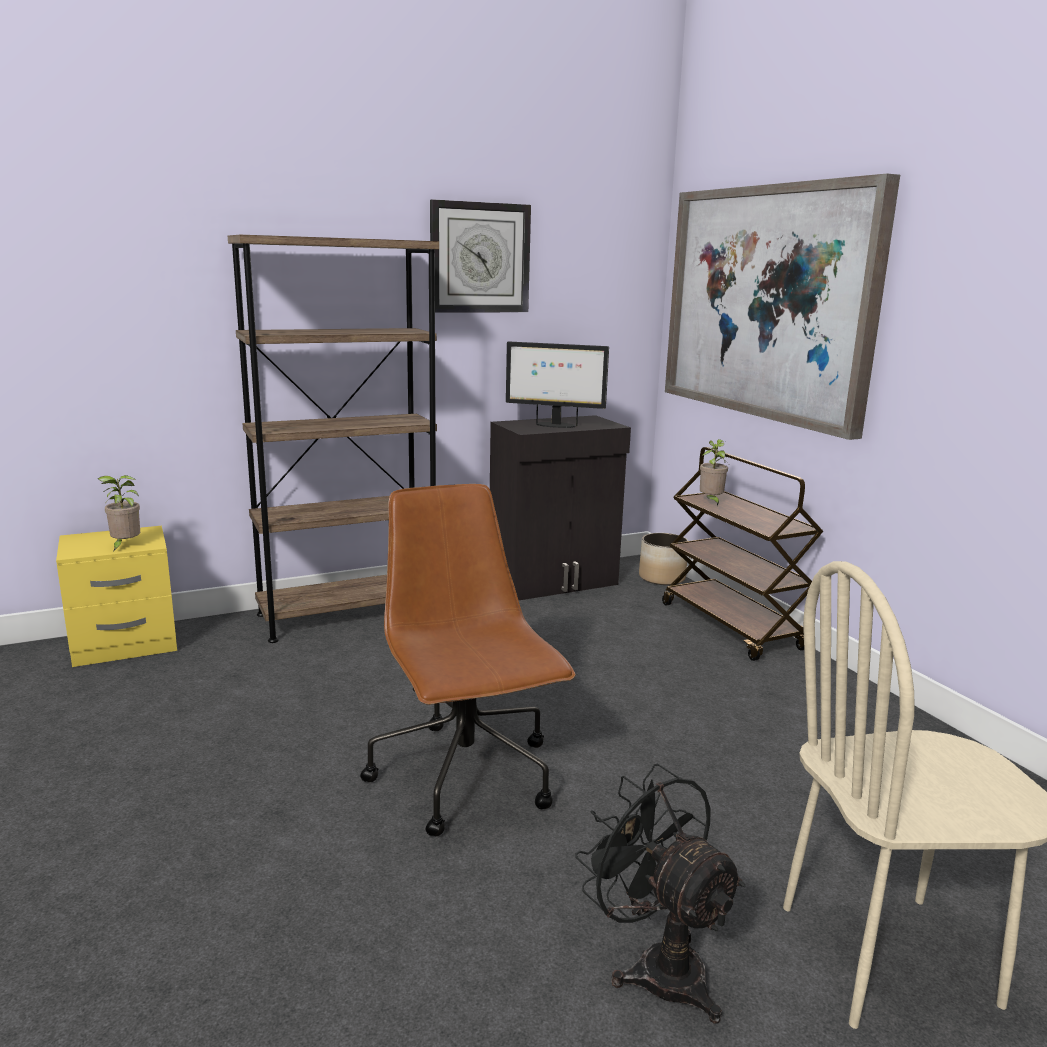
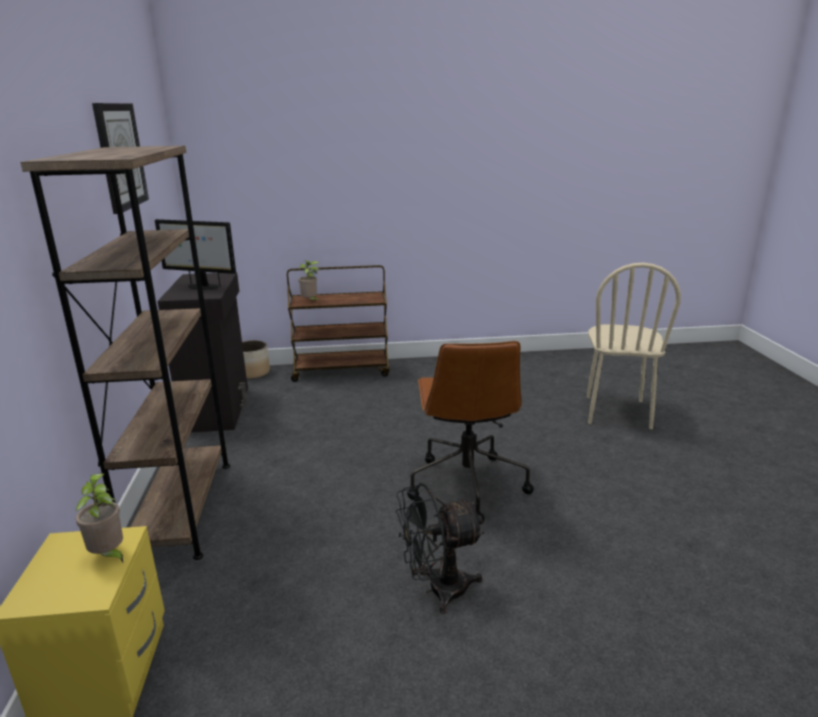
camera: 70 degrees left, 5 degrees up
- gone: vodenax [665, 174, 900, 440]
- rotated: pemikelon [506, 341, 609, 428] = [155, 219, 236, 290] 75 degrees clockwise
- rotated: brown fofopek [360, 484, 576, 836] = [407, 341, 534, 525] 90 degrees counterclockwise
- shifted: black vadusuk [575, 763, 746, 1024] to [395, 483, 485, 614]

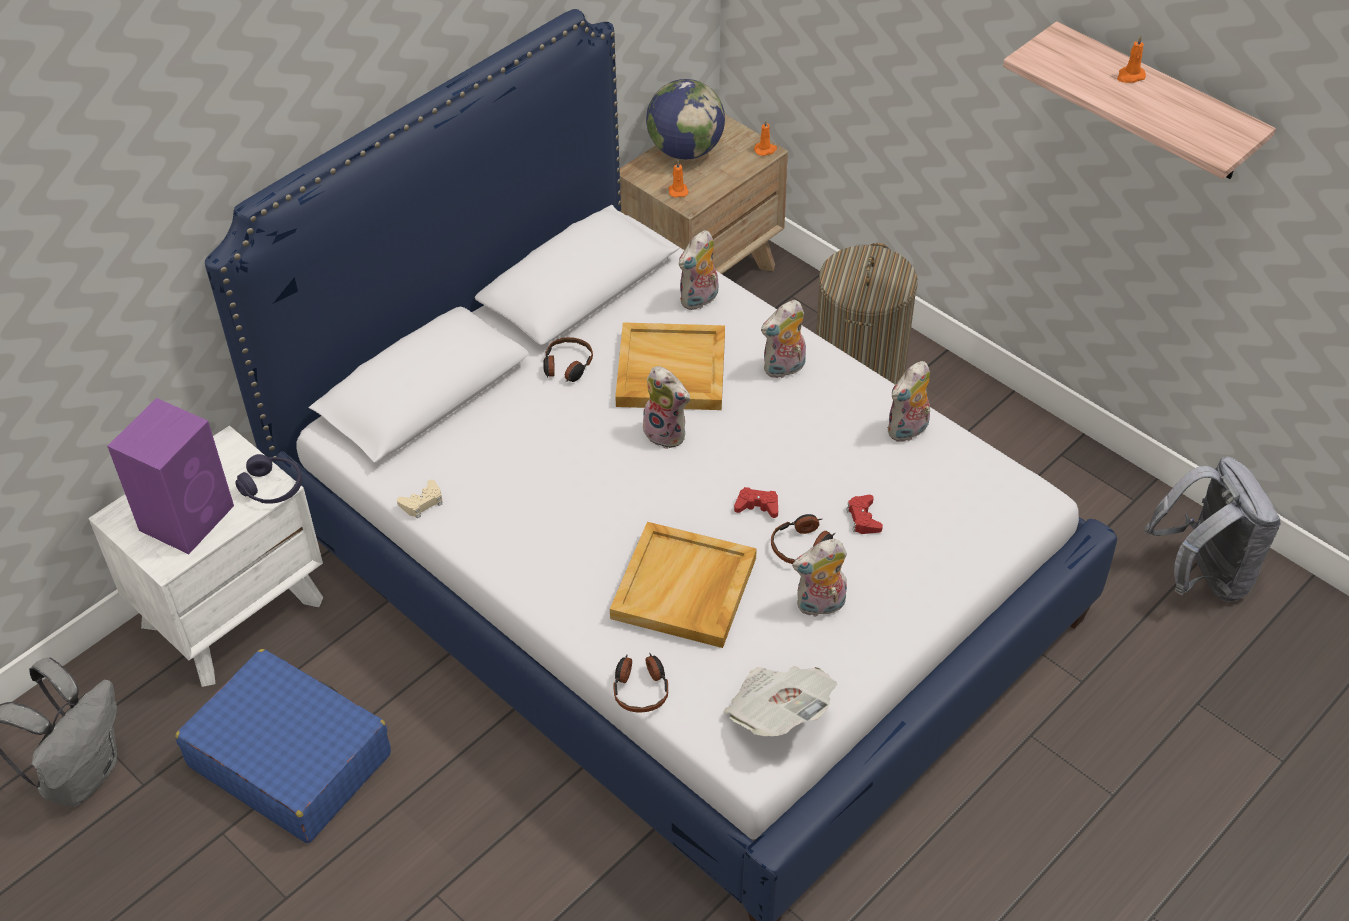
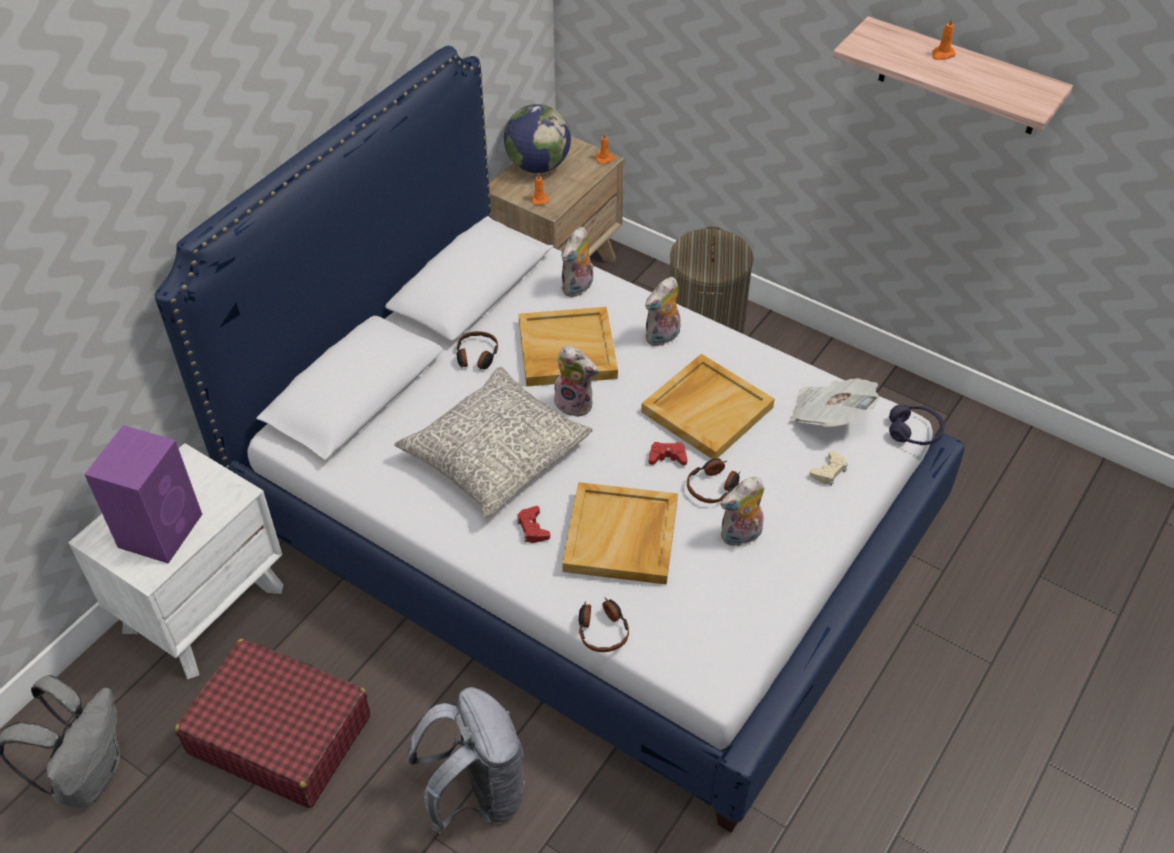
camera: 10 degrees left, 0 degrees up
- gone: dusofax [887, 361, 930, 442]
- shifted: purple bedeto [235, 454, 302, 504] to [889, 405, 945, 445]
- shifted: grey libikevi [1145, 456, 1281, 602] to [408, 687, 525, 834]
- shifted: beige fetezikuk [397, 480, 442, 518] to [809, 450, 848, 486]
- shifted: red fetezikuk [846, 495, 883, 534] to [517, 506, 550, 543]
- repainted: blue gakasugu [175, 649, 391, 843] to red gakasugu [175, 639, 370, 808]
- shifted: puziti [723, 666, 837, 736] to [790, 378, 879, 427]
- new: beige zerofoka [641, 354, 775, 459]
- new: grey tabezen [394, 367, 593, 518]

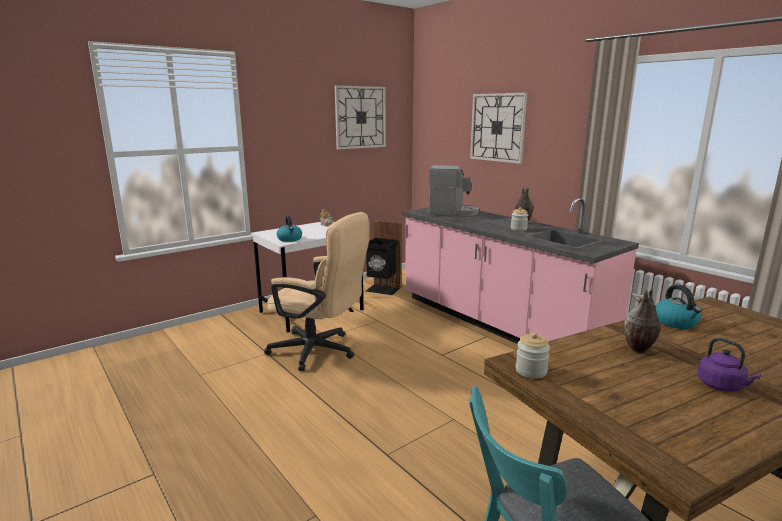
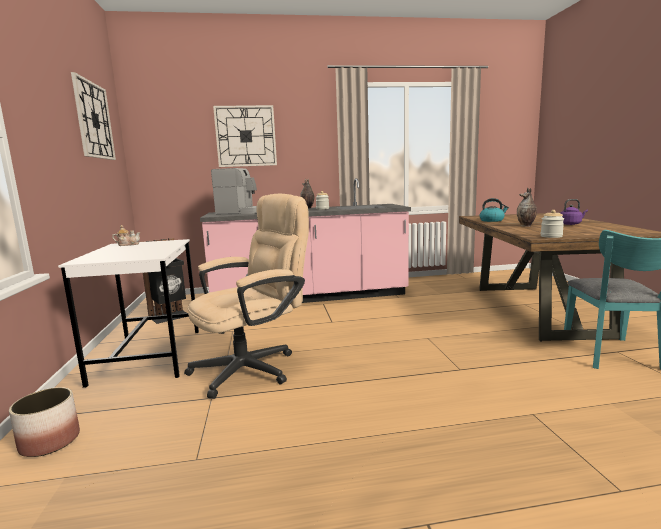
camera: 60 degrees left, 5 degrees down
- rotated: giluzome [429, 165, 479, 216] = [211, 168, 257, 214] 60 degrees clockwise
- gone: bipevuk [277, 216, 302, 242]
- new: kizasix [9, 387, 80, 457]

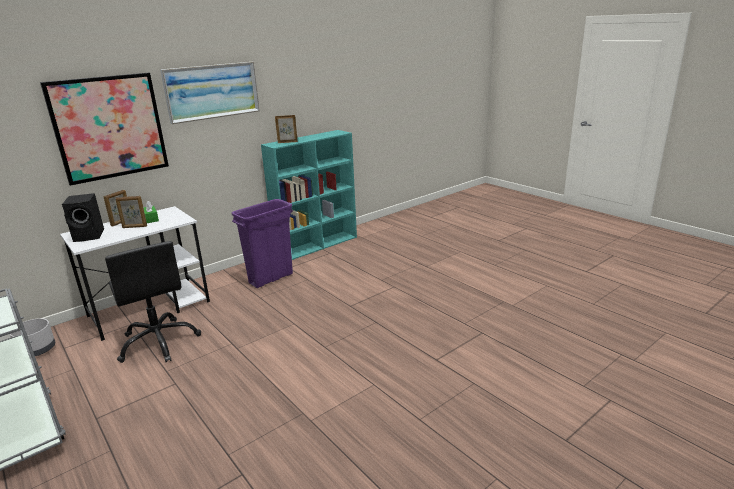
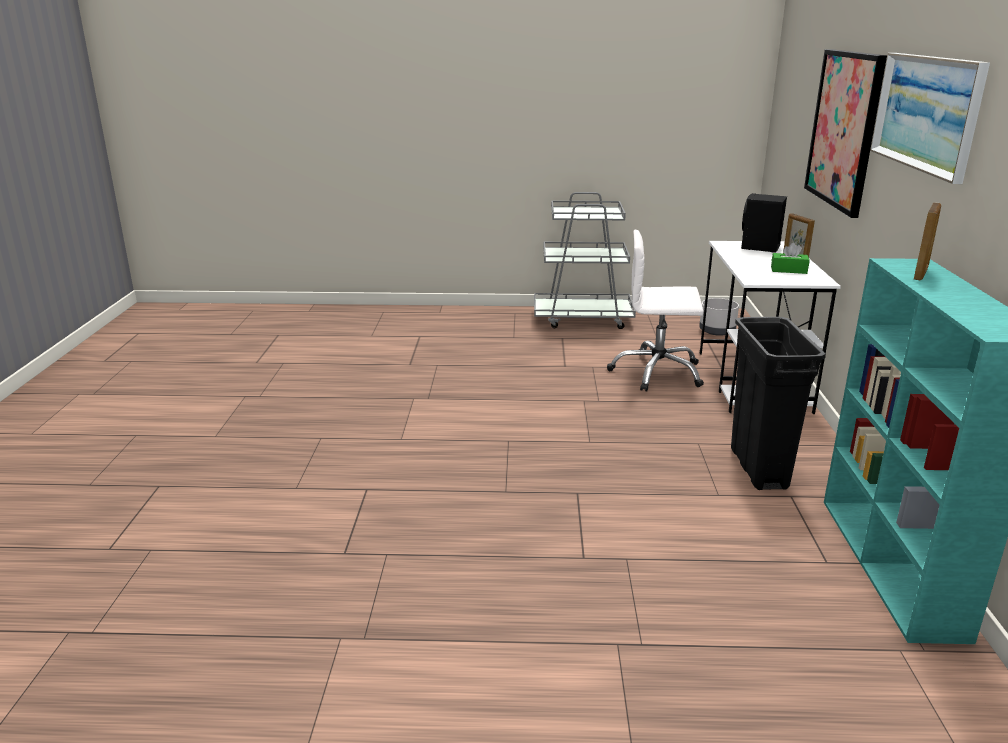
camera: 130 degrees right, 0 degrees up
- gone: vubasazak [115, 196, 147, 228]
- repainted: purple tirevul [232, 199, 293, 288] to black tirevul [731, 317, 826, 490]
- repainted: black fofopek [105, 241, 201, 363] to white fofopek [607, 230, 704, 392]

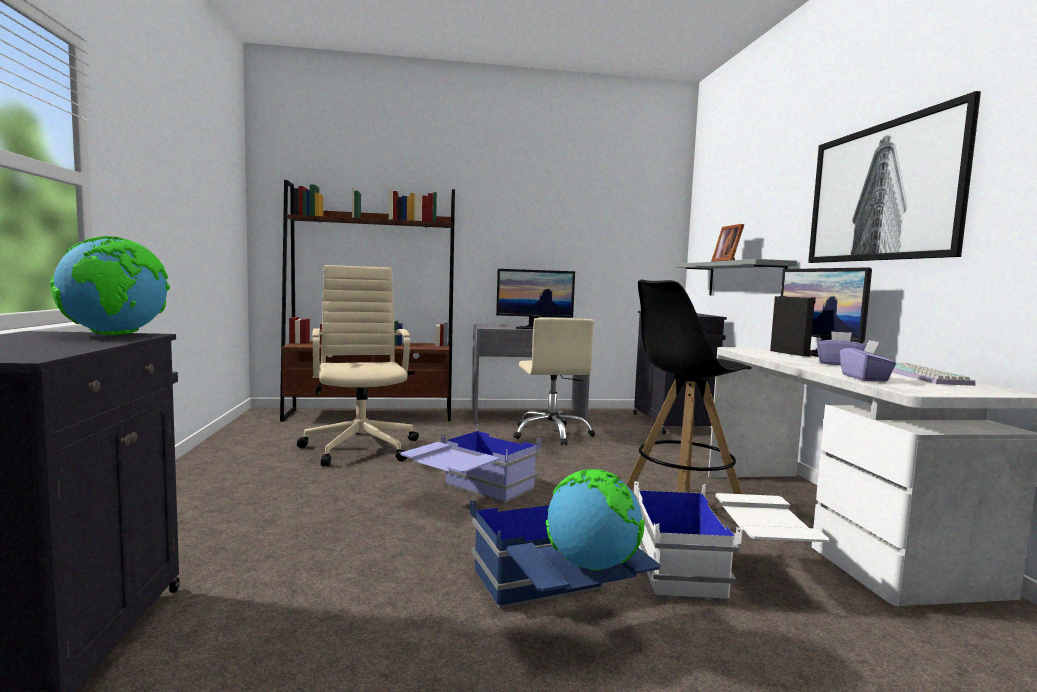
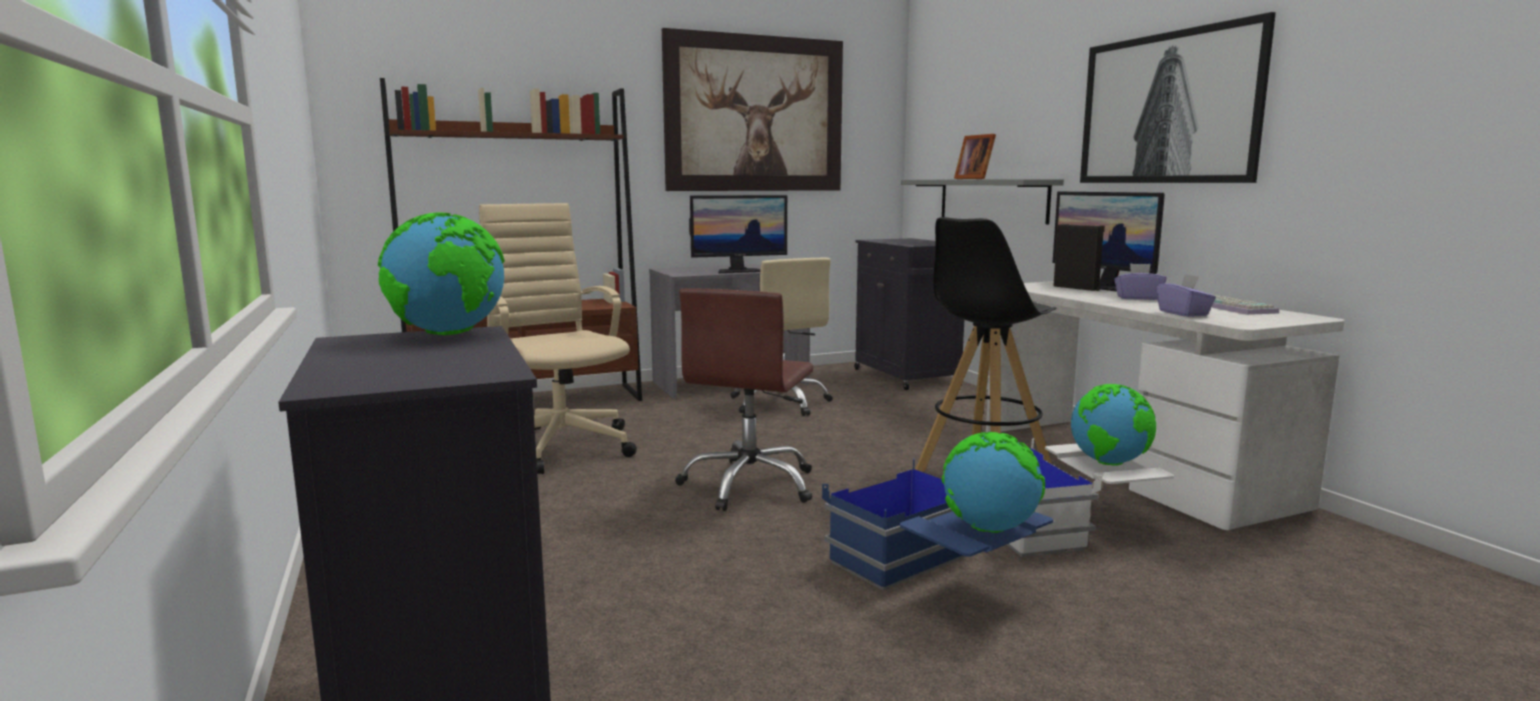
camera: 15 degrees left, 5 degrees up
- swapped: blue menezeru [400, 424, 541, 503] to brown fofopek [675, 288, 814, 511]
- new: vodenax [662, 28, 843, 191]
- new: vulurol [1071, 384, 1156, 466]

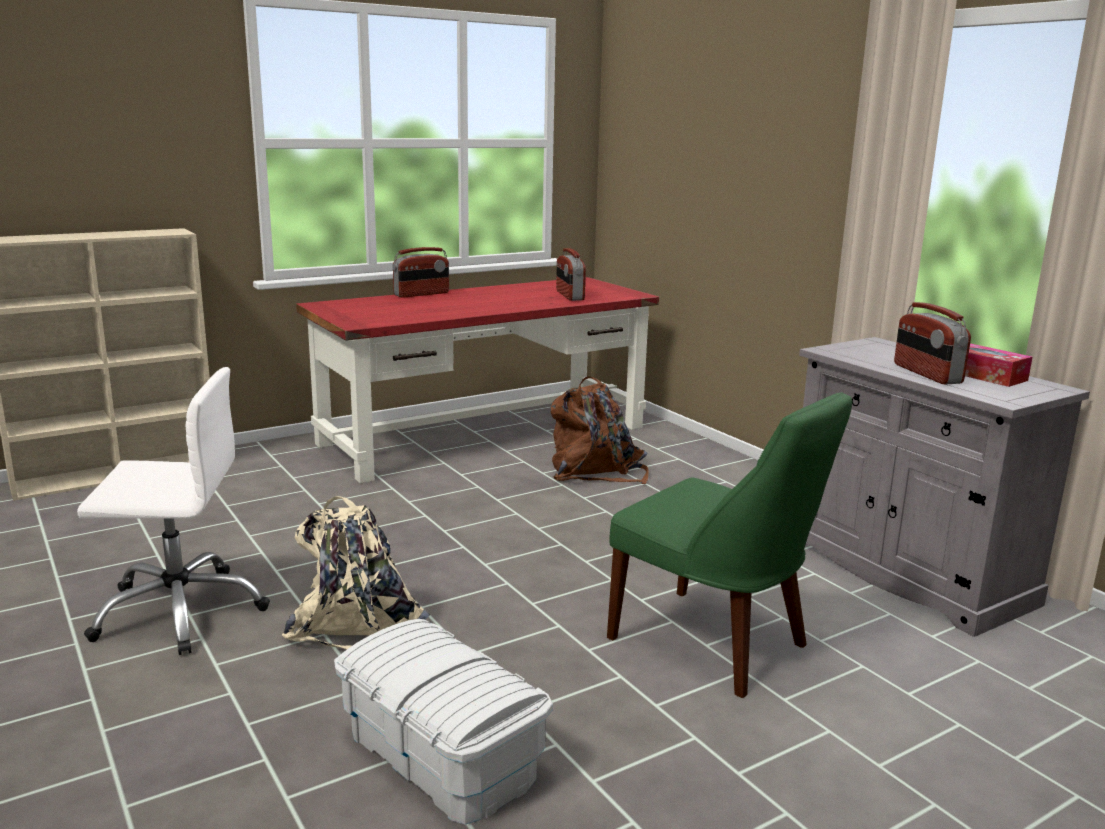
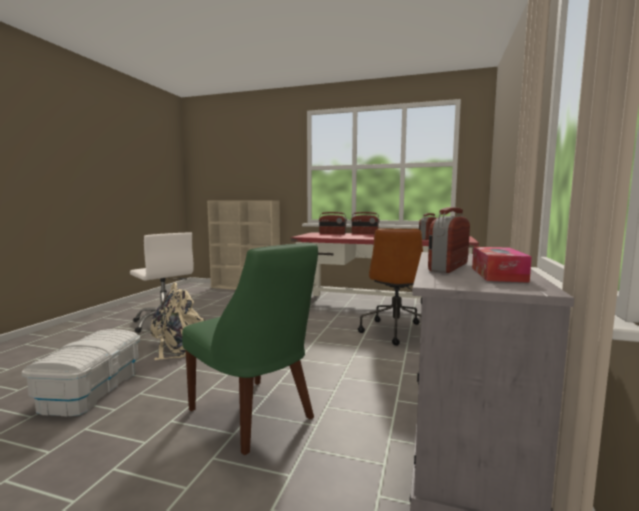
camera: 50 degrees right, 10 degrees down
- swapped: brown libikevi [551, 376, 649, 484] to brown fofopek [358, 228, 423, 346]
- rotated: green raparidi [607, 392, 852, 698] = [182, 243, 318, 455] 45 degrees counterclockwise
- new: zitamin [319, 212, 347, 234]

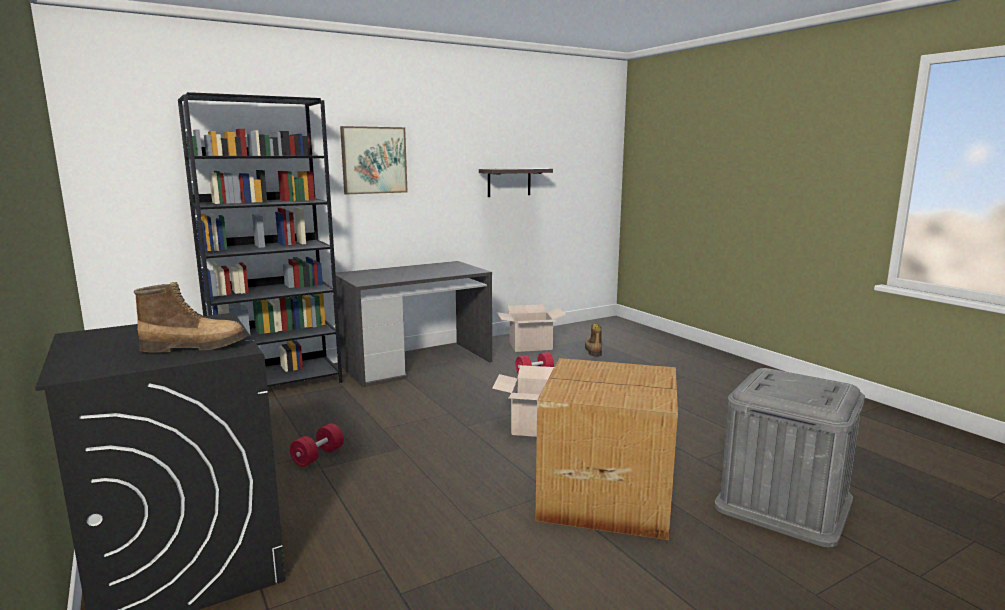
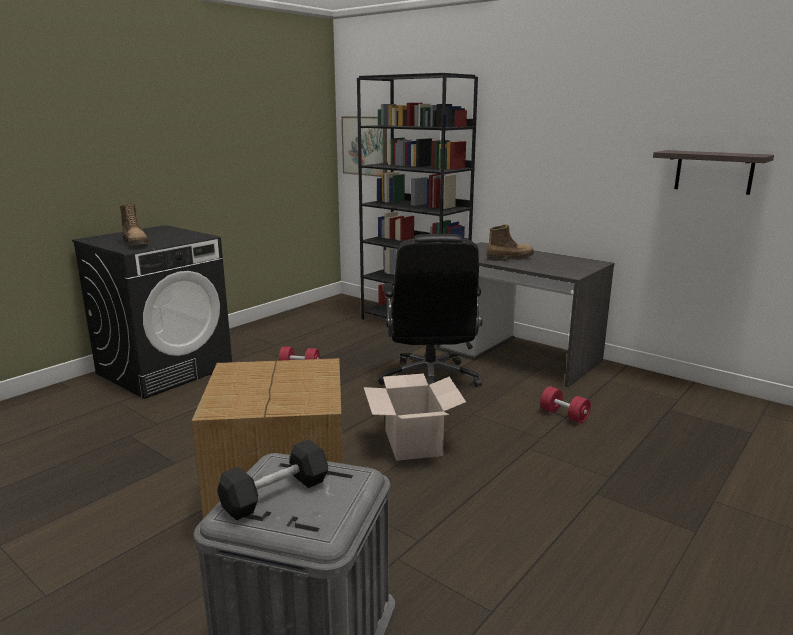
camera: 70 degrees right, 5 degrees up
- shifted: vodenax [340, 126, 408, 194] to [341, 116, 387, 177]
- gone: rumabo [497, 304, 566, 352]
- shifted: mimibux [585, 324, 602, 357] to [487, 225, 534, 261]
- new: black fofopek [378, 234, 482, 387]
- new: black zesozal [217, 439, 328, 520]

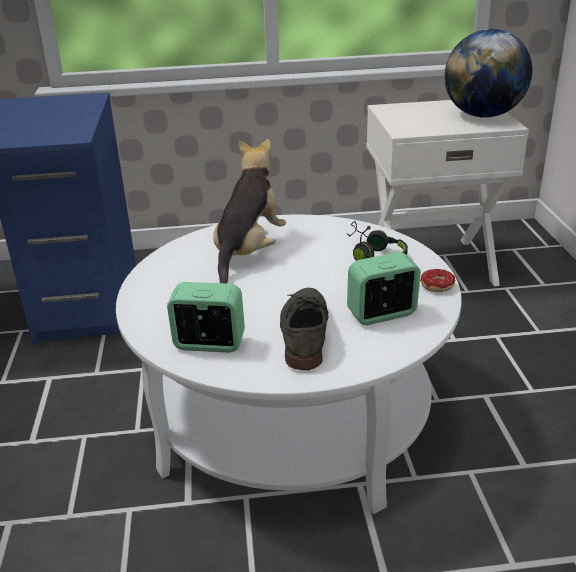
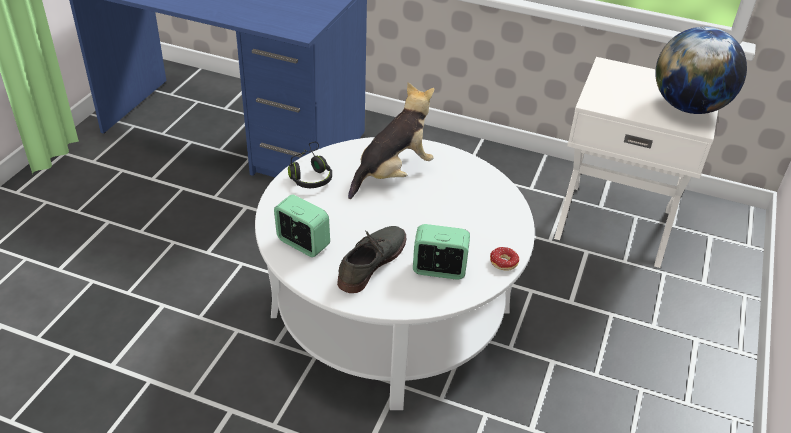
camera: 25 degrees right, 10 degrees up
- shifted: black bedeto [347, 221, 408, 261] to [288, 142, 332, 188]

